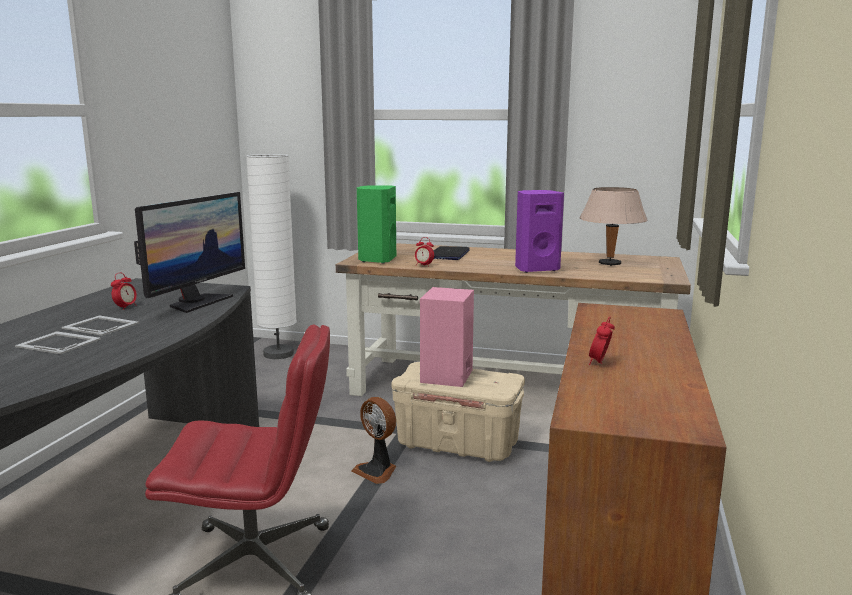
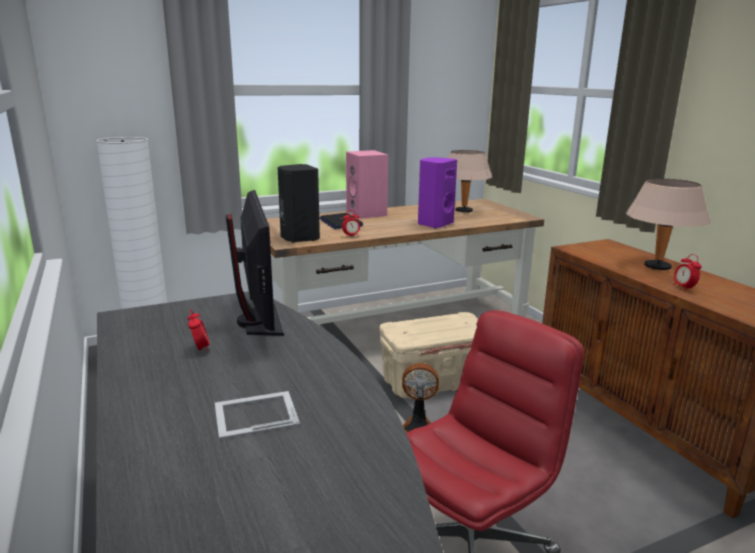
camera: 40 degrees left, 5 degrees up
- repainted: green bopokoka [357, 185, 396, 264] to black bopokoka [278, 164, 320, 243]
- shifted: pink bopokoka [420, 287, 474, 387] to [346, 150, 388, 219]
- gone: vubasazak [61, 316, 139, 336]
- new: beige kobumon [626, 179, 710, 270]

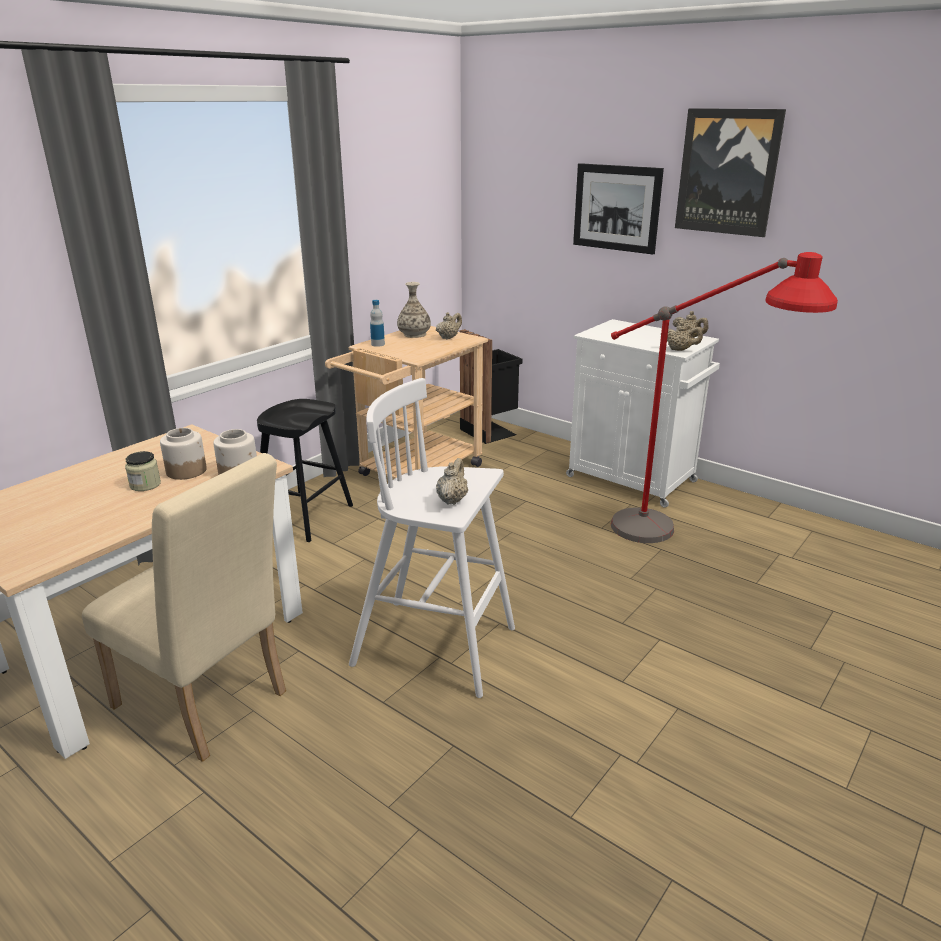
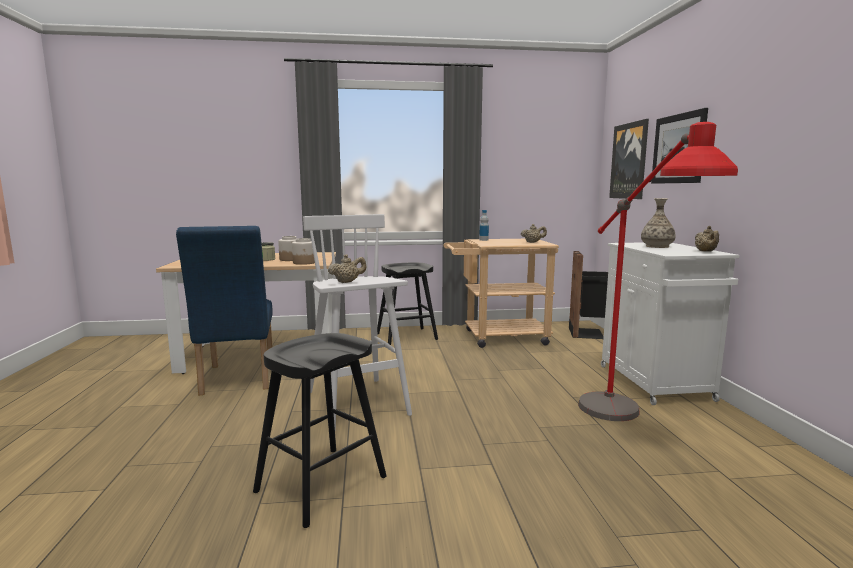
camera: 45 degrees right, 15 degrees down
- shifted: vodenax [675, 108, 786, 237] to [609, 119, 649, 199]
- shifted: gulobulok [397, 282, 431, 338] to [641, 198, 676, 248]
- gone: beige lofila [667, 322, 703, 351]
- repainted: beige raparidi [82, 453, 286, 762] to blue raparidi [176, 226, 273, 396]
- new: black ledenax [253, 333, 387, 528]

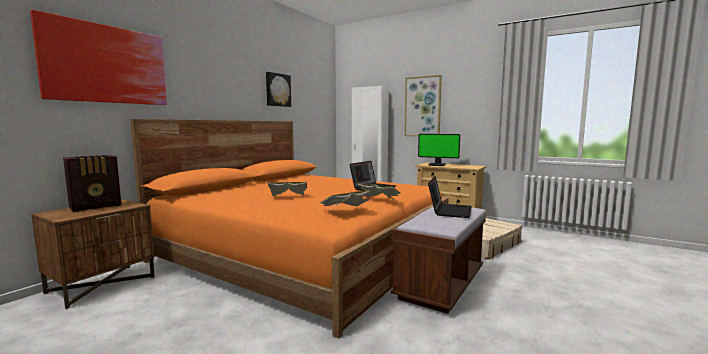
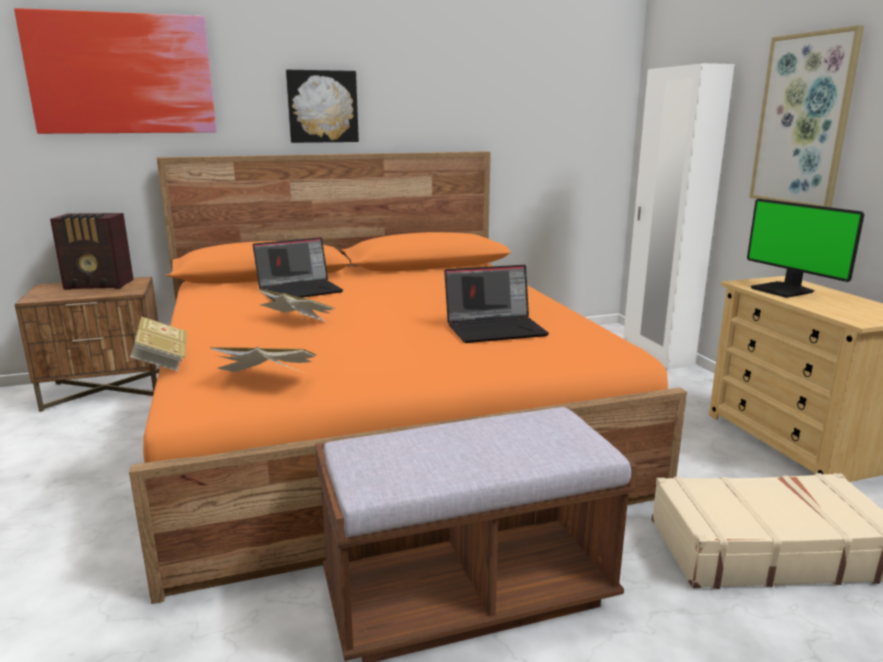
camera: 40 degrees right, 10 degrees up
- shifted: vodenax [266, 72, 291, 107] to [286, 70, 359, 143]
- shifted: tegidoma [428, 176, 472, 218] to [253, 237, 343, 301]
- shifted: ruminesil [358, 183, 401, 201] to [130, 316, 187, 371]

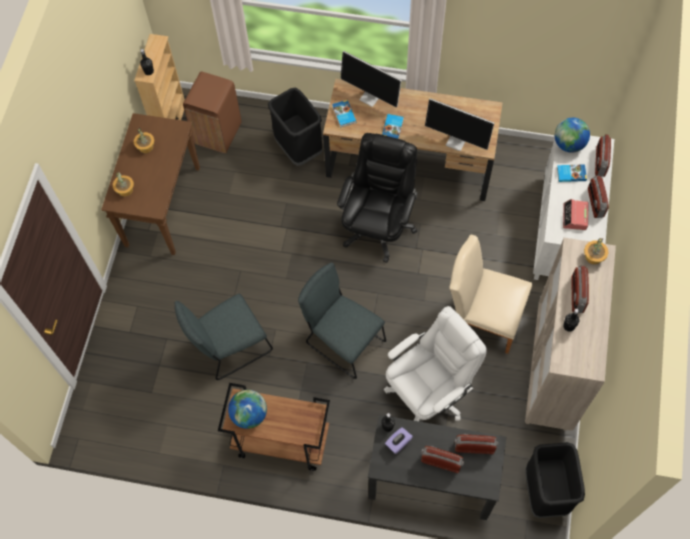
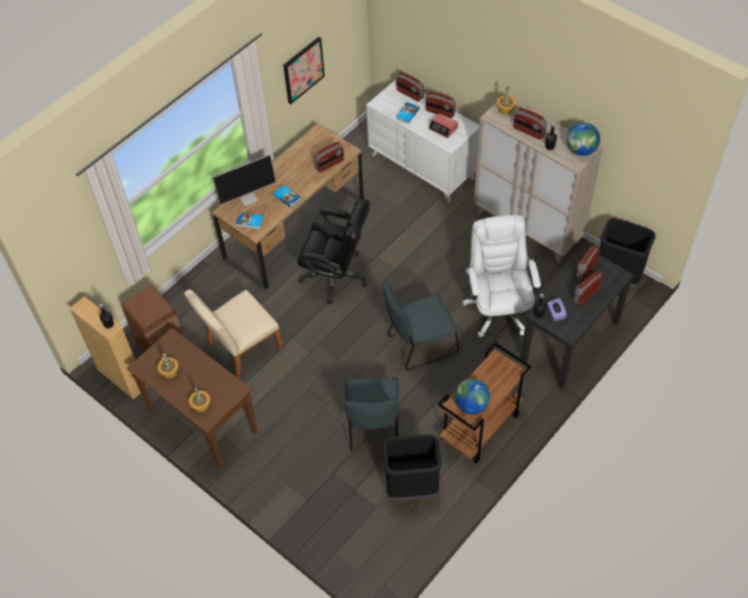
camera: 60 degrees left, 10 degrees down
- shifted: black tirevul [268, 88, 323, 166] to [382, 434, 442, 500]
- swapped: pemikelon [425, 98, 494, 151] to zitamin [314, 142, 344, 173]
- shifted: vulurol [555, 118, 590, 153] to [567, 123, 600, 156]
- rotated: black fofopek [337, 133, 418, 263] = [297, 199, 370, 304] 150 degrees clockwise
- shifted: beige raparidi [449, 235, 532, 354] to [184, 289, 283, 378]
- new: vodenax [283, 37, 325, 104]

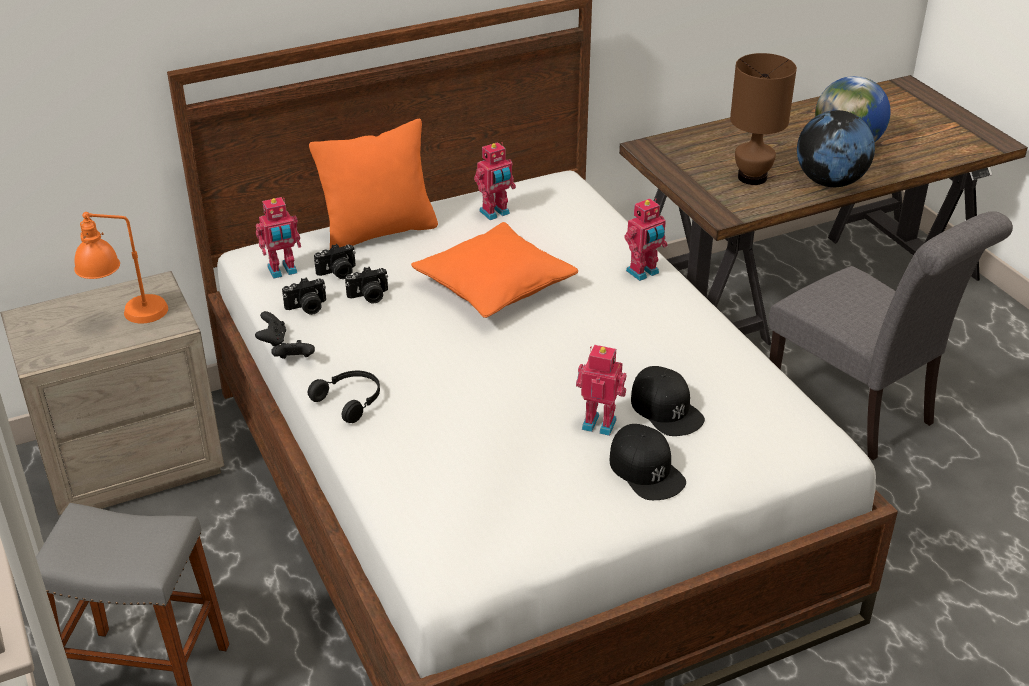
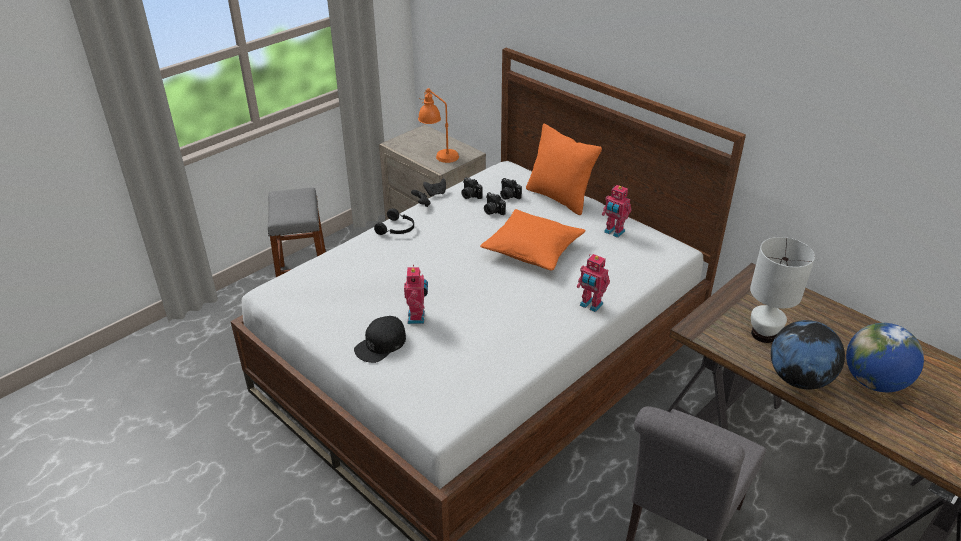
camera: 70 degrees right, 0 degrees up
- repainted: brown kobumon [730, 53, 797, 185] to white kobumon [750, 237, 815, 343]
- gone: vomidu [256, 197, 301, 279]
- gone: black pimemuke [631, 366, 705, 436]

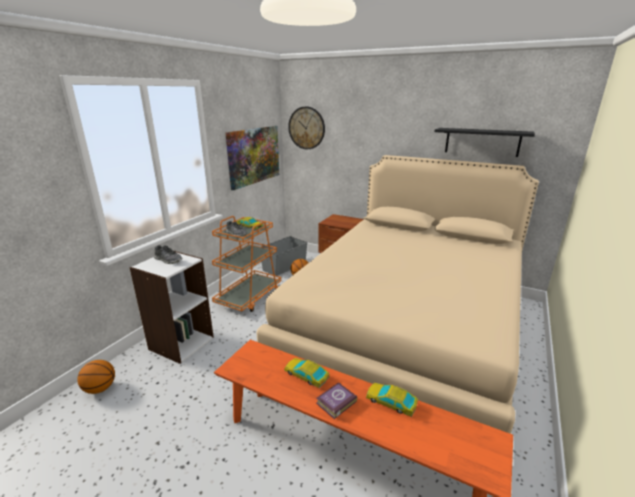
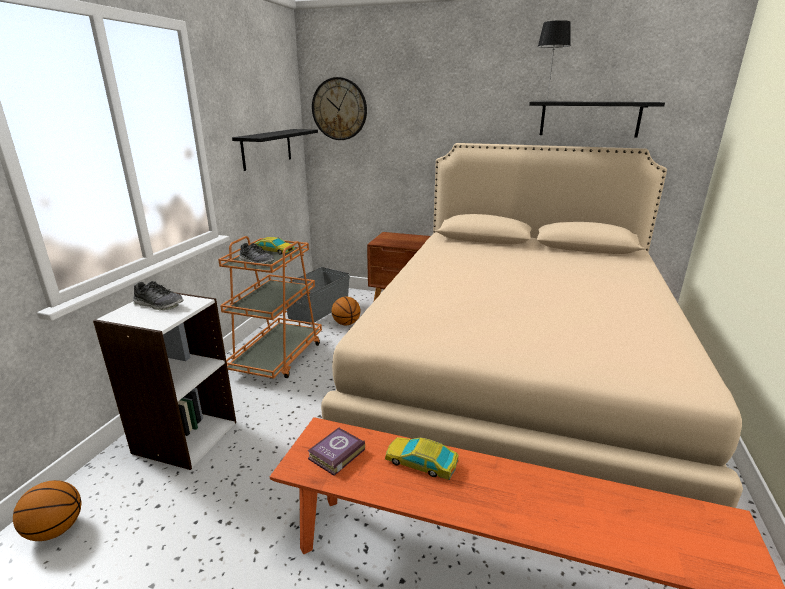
camera: 10 degrees left, 0 degrees up
- swapped: vodenax [225, 126, 279, 190] to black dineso [232, 129, 318, 171]
- shifted: ruminesil [316, 382, 357, 419] to [308, 428, 365, 476]
- gone: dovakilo [366, 383, 418, 417]
- new: kobumon [538, 20, 571, 102]

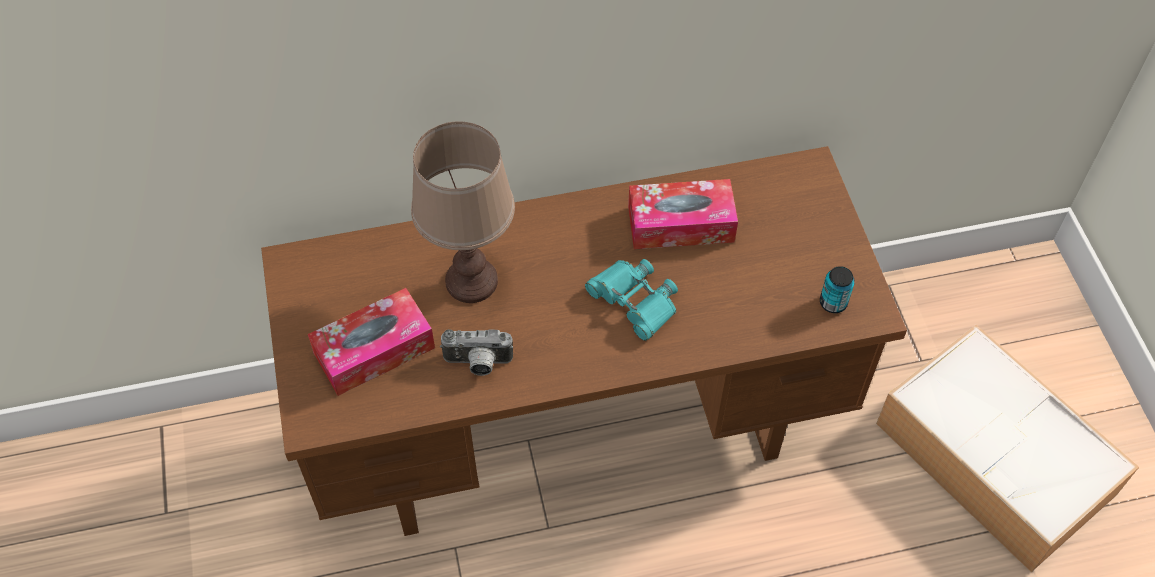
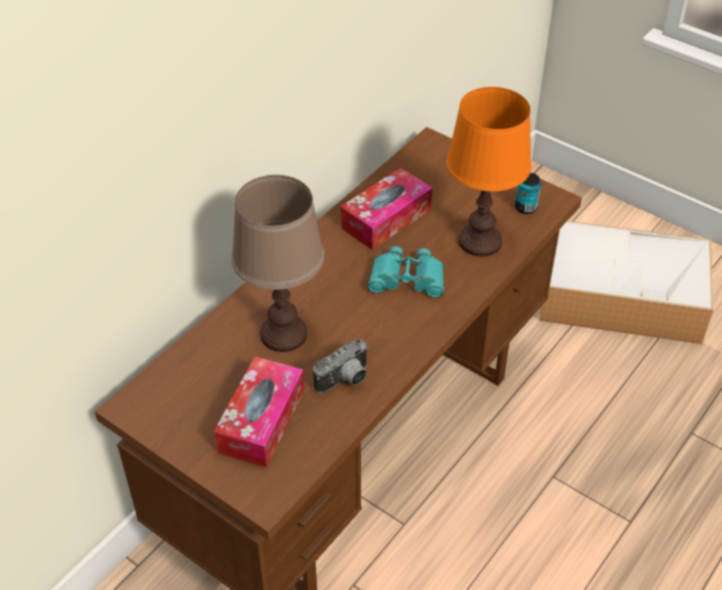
camera: 40 degrees left, 10 degrees down
- new: orange kobumon [446, 87, 532, 257]

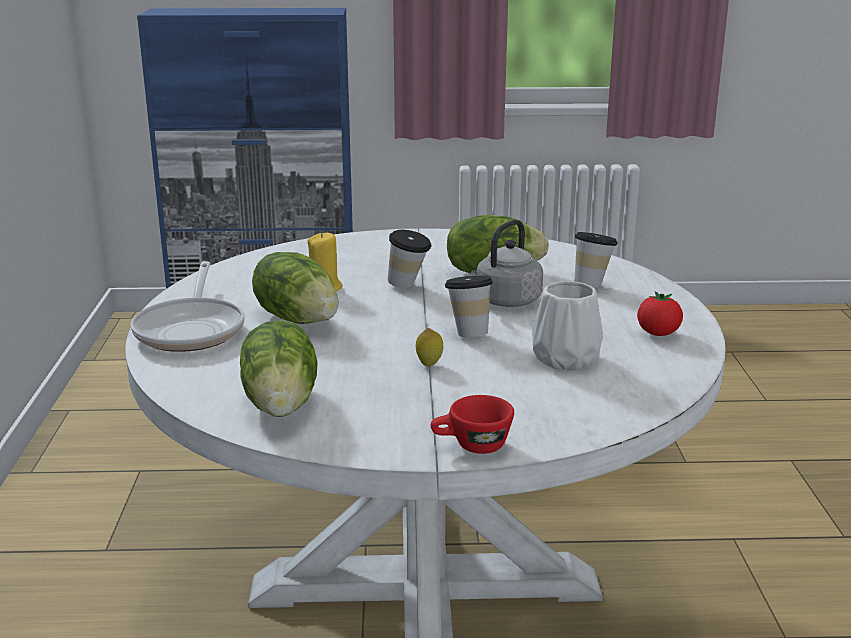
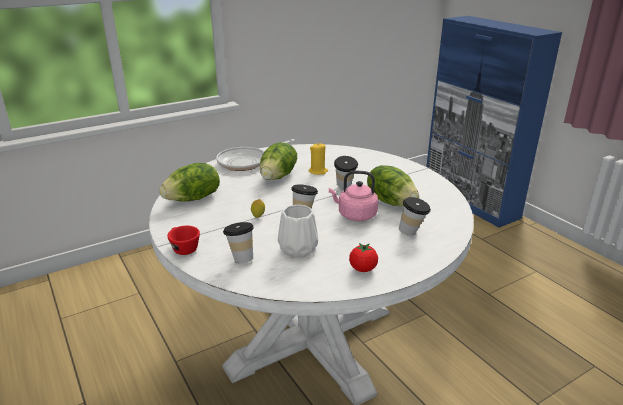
camera: 60 degrees right, 5 degrees up
- repainted: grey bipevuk [471, 220, 543, 307] to pink bipevuk [329, 171, 378, 221]
- new: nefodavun [223, 222, 254, 263]

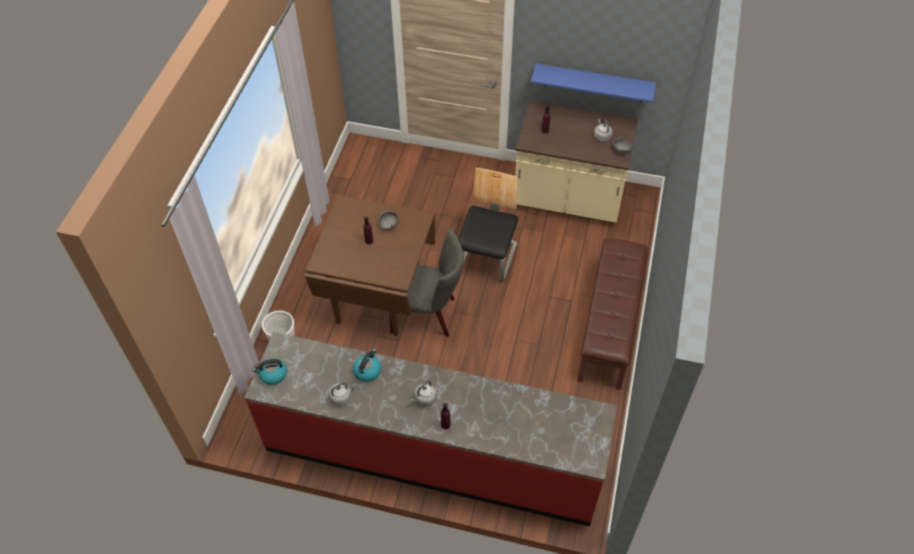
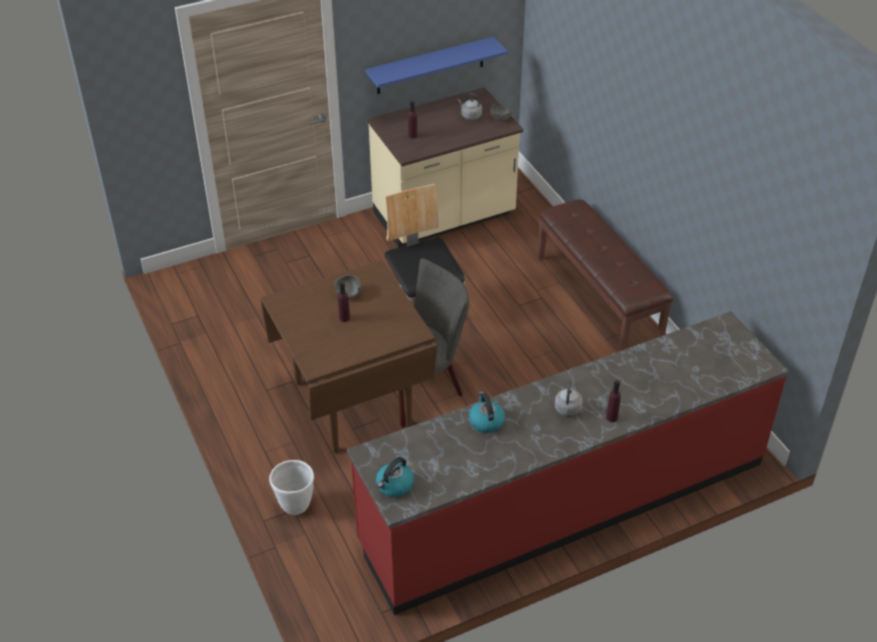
camera: 40 degrees left, 10 degrees down
- gone: grey bipevuk [329, 383, 356, 406]

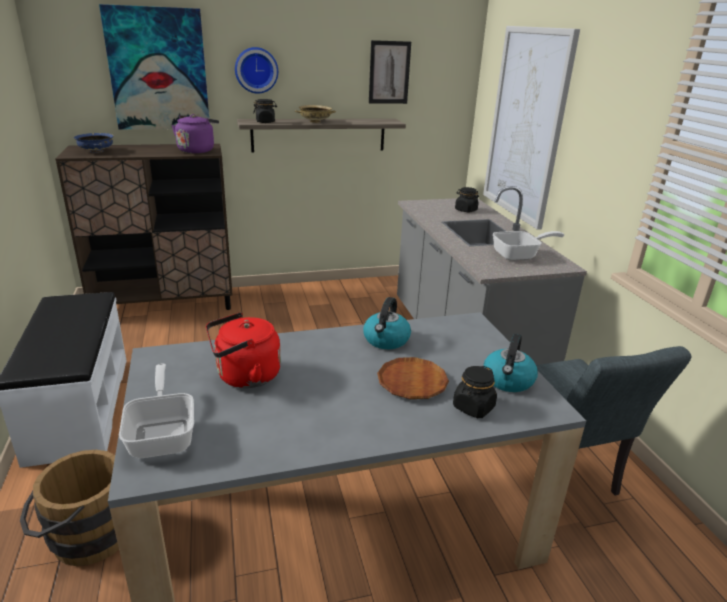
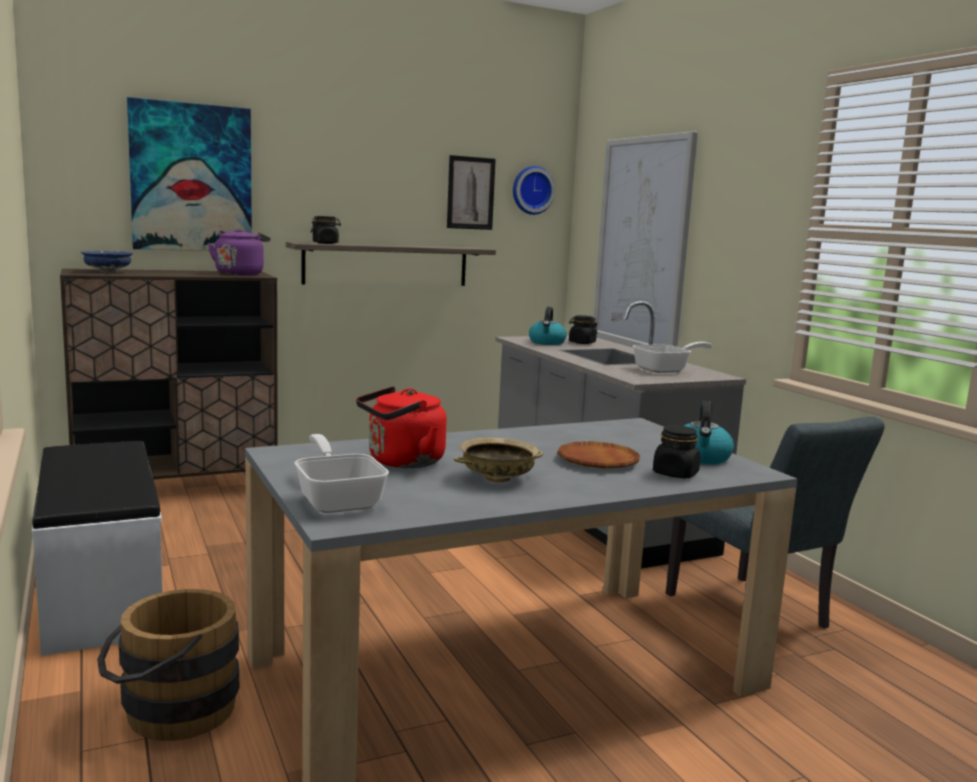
camera: 10 degrees left, 15 degrees down
- shifted: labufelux [235, 47, 278, 93] to [513, 166, 555, 215]
- shifted: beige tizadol [295, 105, 336, 123] to [454, 438, 543, 483]
- shifted: bipevuk [363, 297, 411, 349] to [529, 307, 567, 345]

